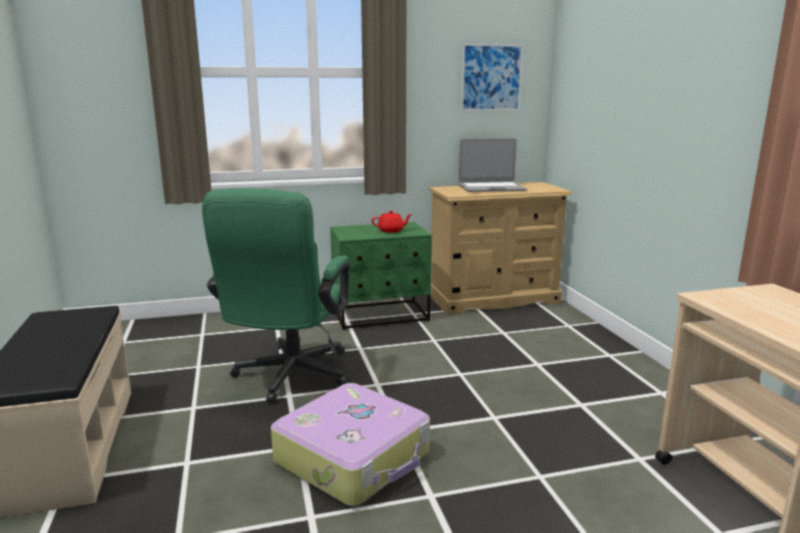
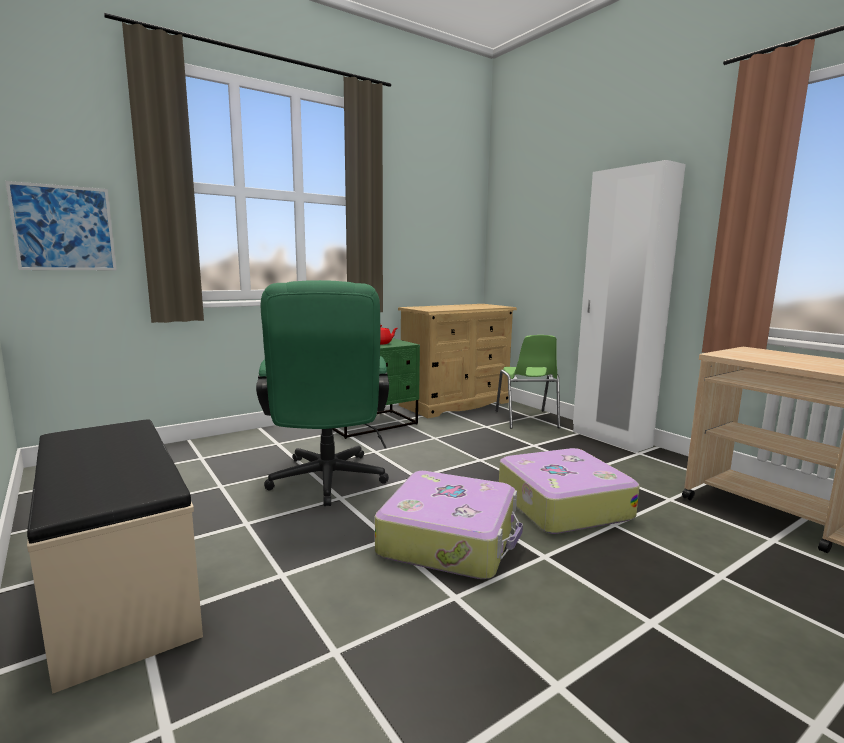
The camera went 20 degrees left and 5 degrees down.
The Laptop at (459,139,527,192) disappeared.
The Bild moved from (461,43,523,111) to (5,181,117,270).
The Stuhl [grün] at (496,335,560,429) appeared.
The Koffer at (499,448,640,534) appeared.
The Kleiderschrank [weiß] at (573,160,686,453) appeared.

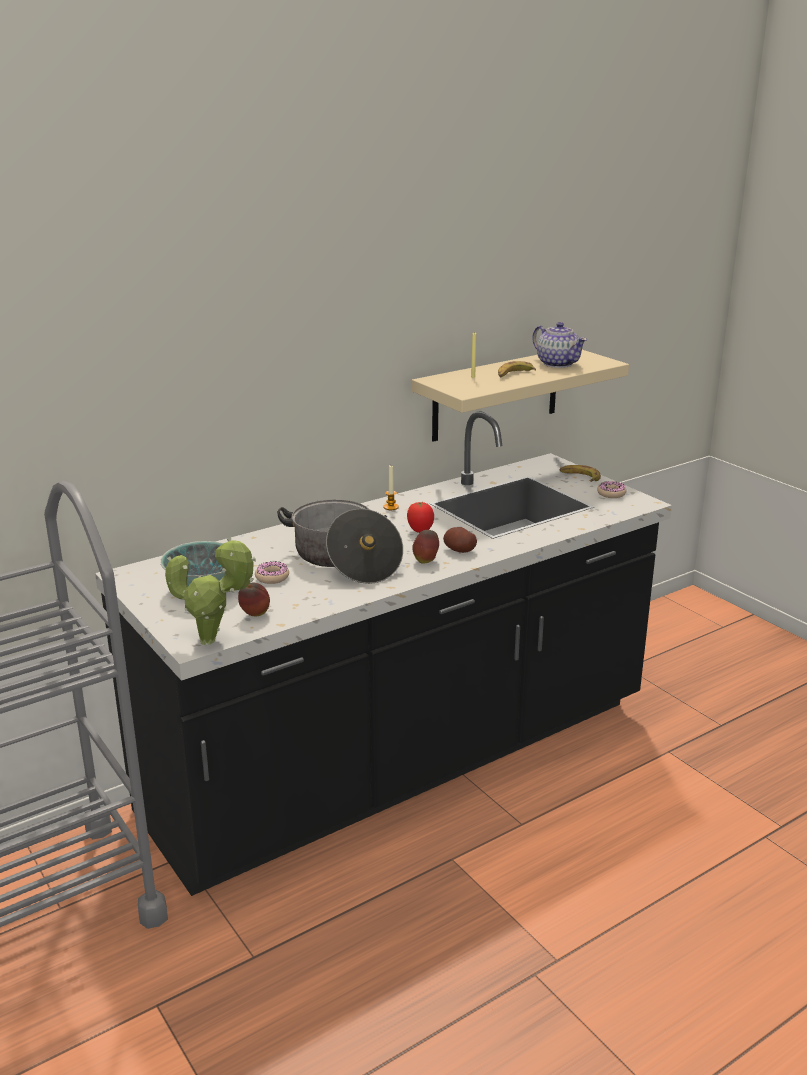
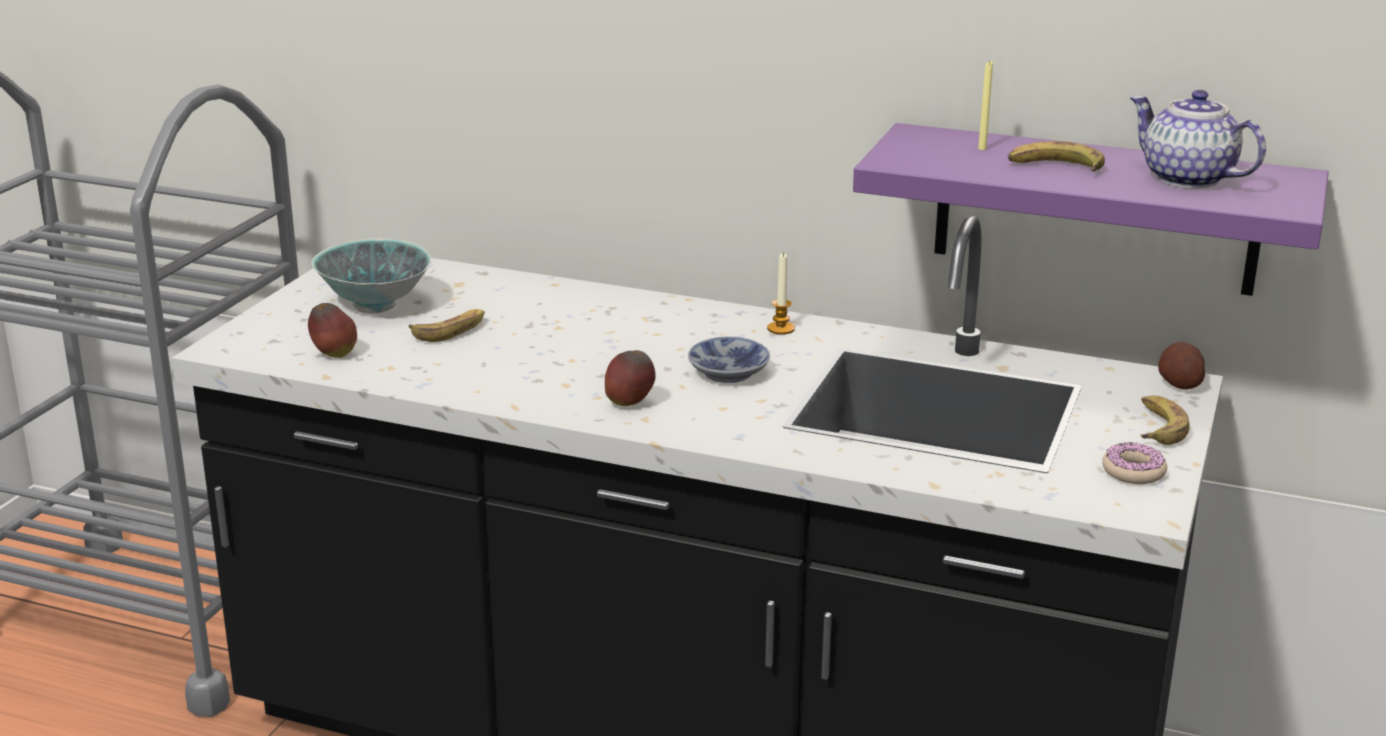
The camera went 55 degrees right and 0 degrees up.
The Topfpflanze at (165,537,256,646) disappeared.
The Donut at (255,561,289,584) was replaced by the Banane at (409,309,485,342).
The Kochtopf at (277,499,403,584) disappeared.
The Tomate at (407,501,434,533) was replaced by the Schüssel at (688,337,770,383).
The Wandregal [beige] at (412,350,629,442) became the Wandregal [lila] at (853,123,1329,296).
The Kartoffel moved from (443,527,477,553) to (1158,342,1205,390).
The Teekanne at (532,322,587,368) turned 120 degrees clockwise.

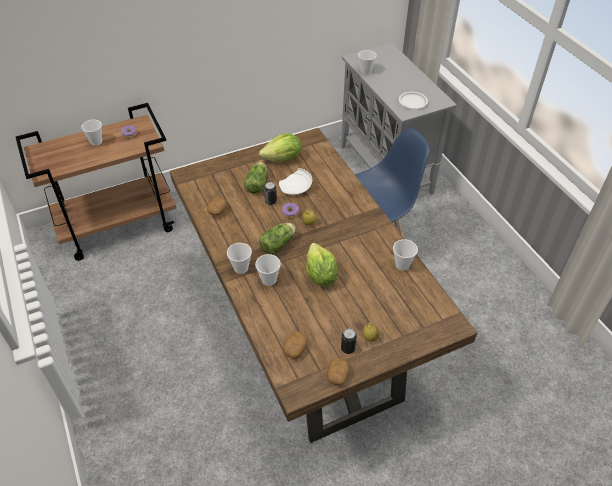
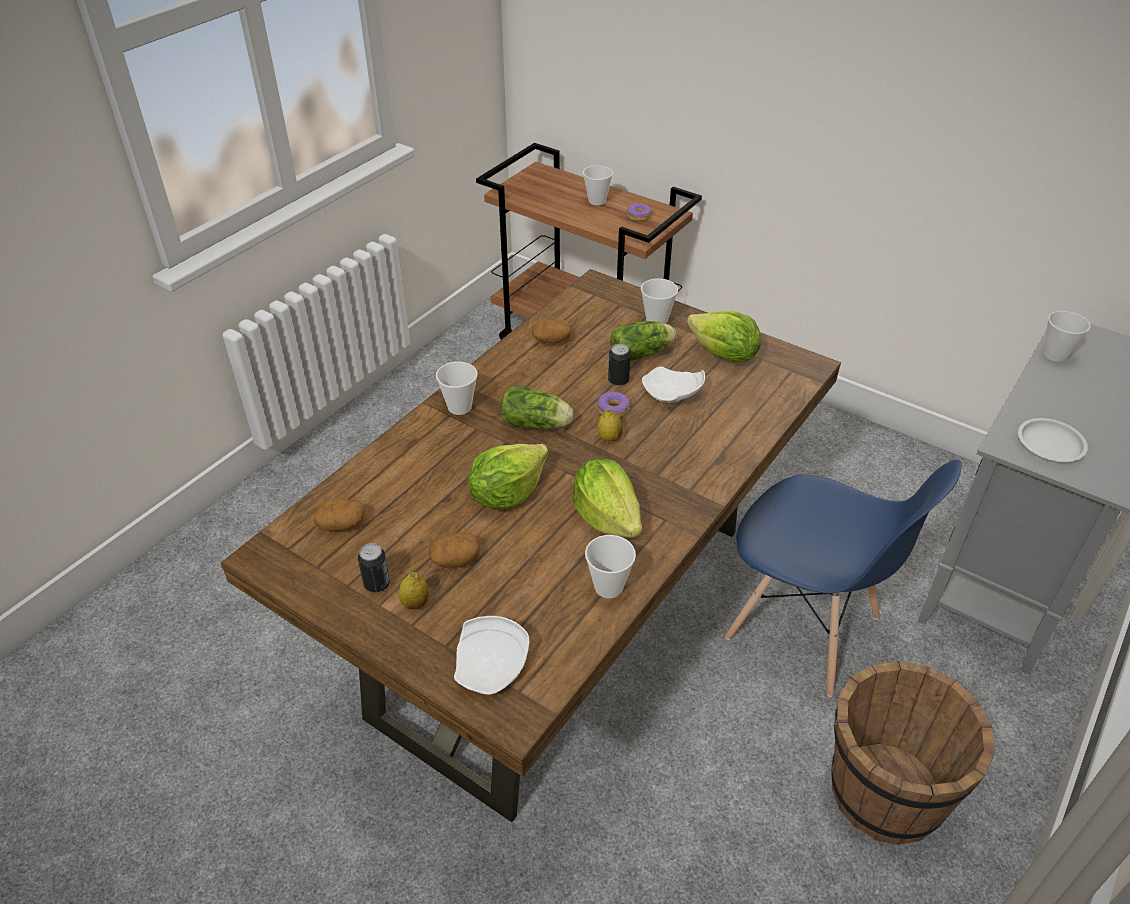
The camera went 60 degrees right and 5 degrees down.
The Tasse moved from (255,254,281,286) to (641,278,678,324).
The Kartoffel moved from (327,357,350,385) to (429,533,480,568).
The Teller [weiß] at (454,616,529,695) appeared.
The Salatkopf at (573,459,642,538) appeared.
The Eimer [braun] at (831,661,995,845) appeared.

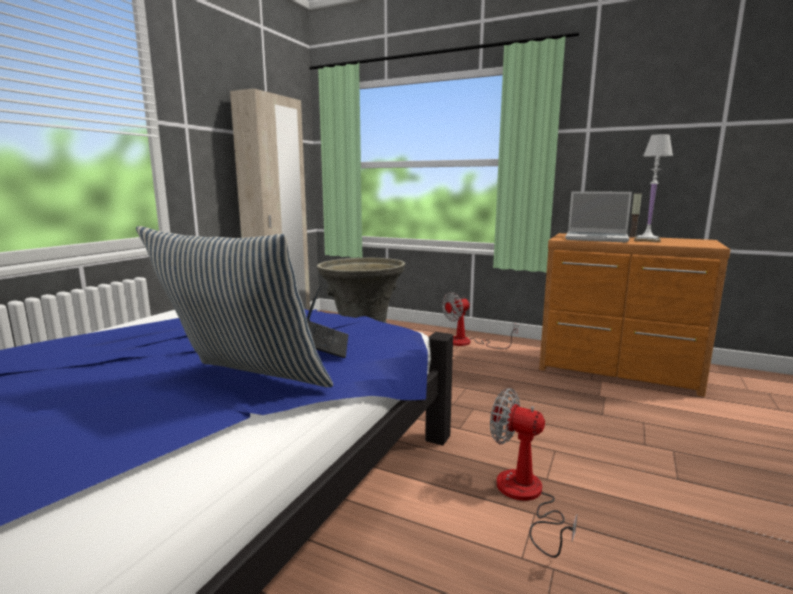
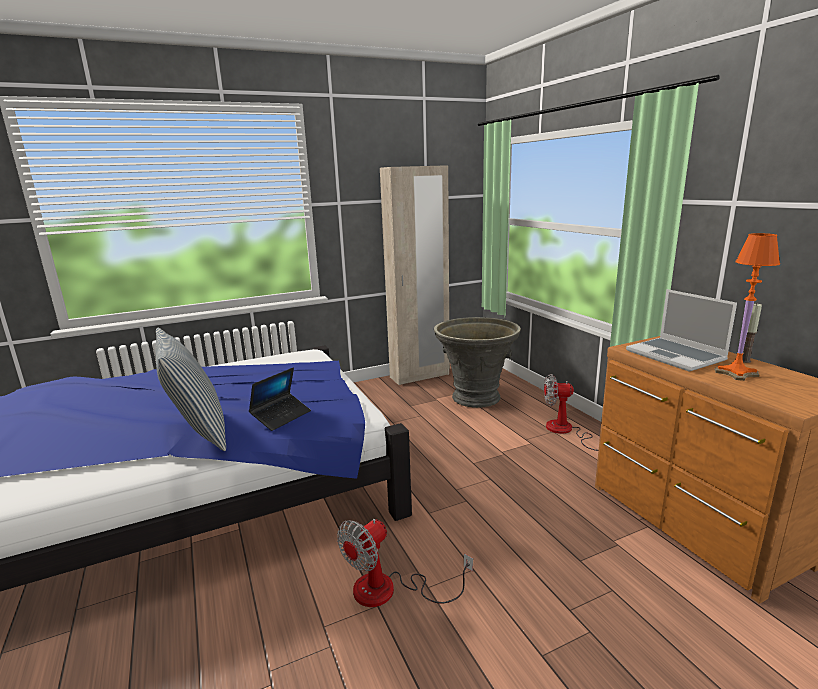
The camera went 40 degrees right and 5 degrees up.
The Ventilator at (490,388,577,558) turned 120 degrees counterclockwise.
The Tischlampe [weiß] at (634,134,673,242) became the Tischlampe [orange] at (715,233,780,381).

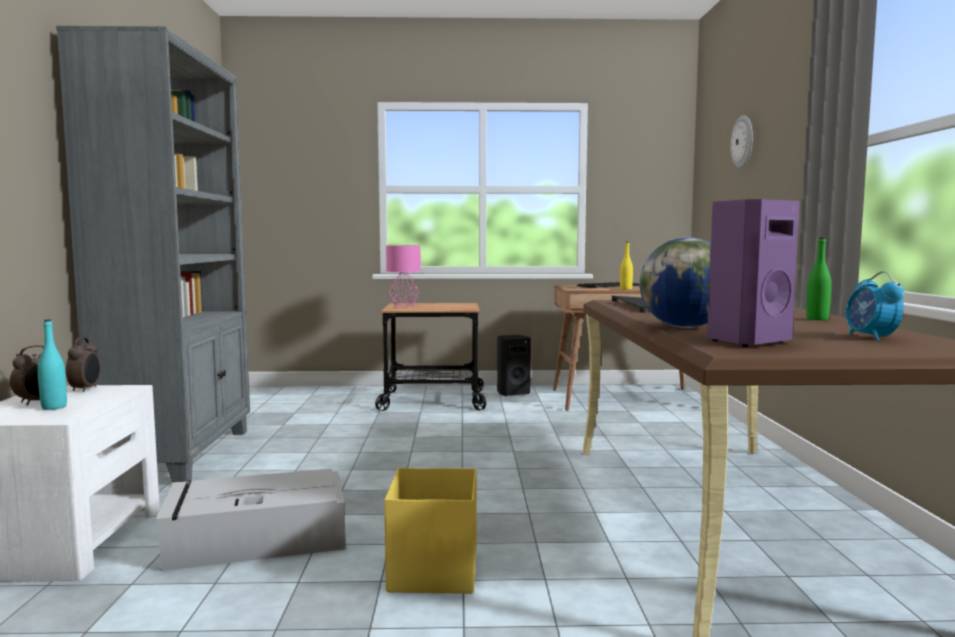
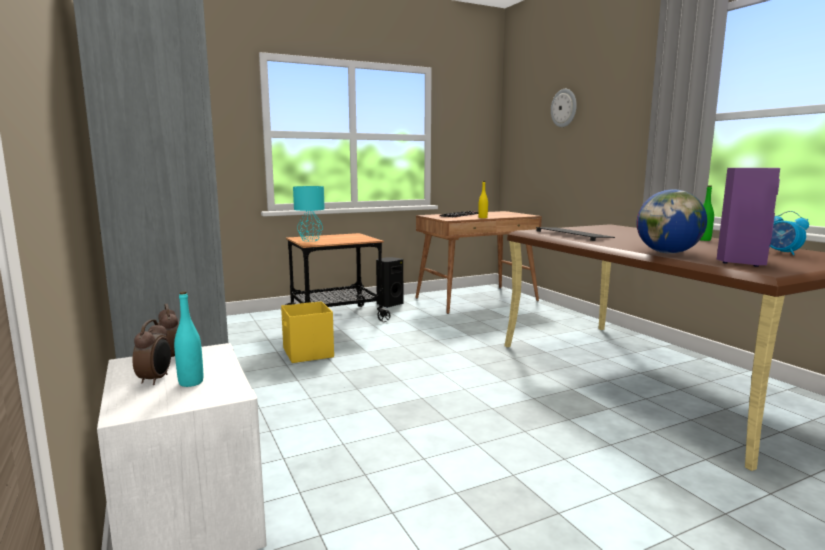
The camera went 25 degrees left and 5 degrees up.
The Aufbewahrungsbox [grau] at (156,469,345,571) disappeared.
The Aufbewahrungsbox [gelb] moved from (384,468,477,594) to (281,301,334,363).
The Tischlampe [rosa] at (386,245,421,307) became the Tischlampe [türkis] at (293,186,325,242).

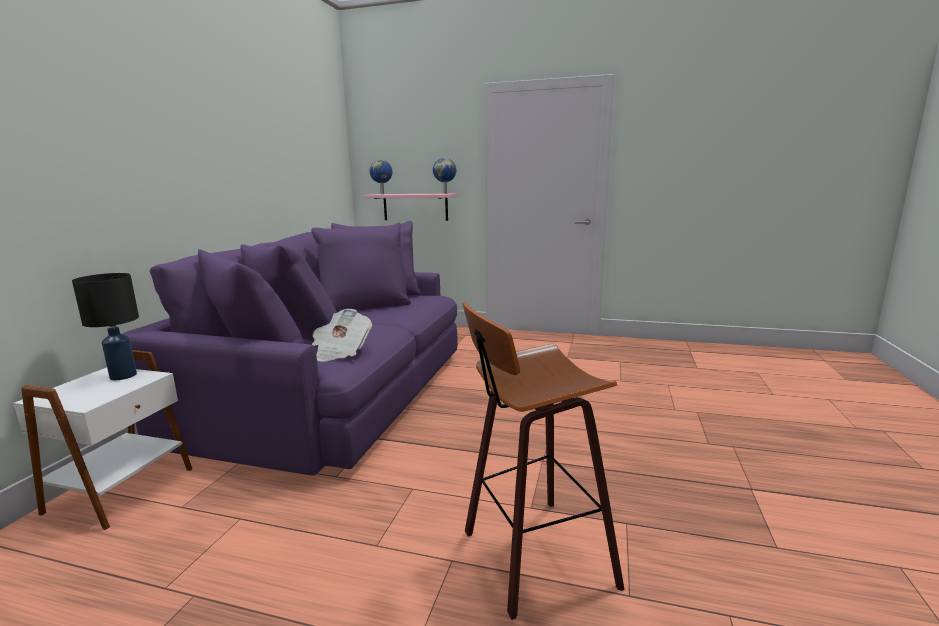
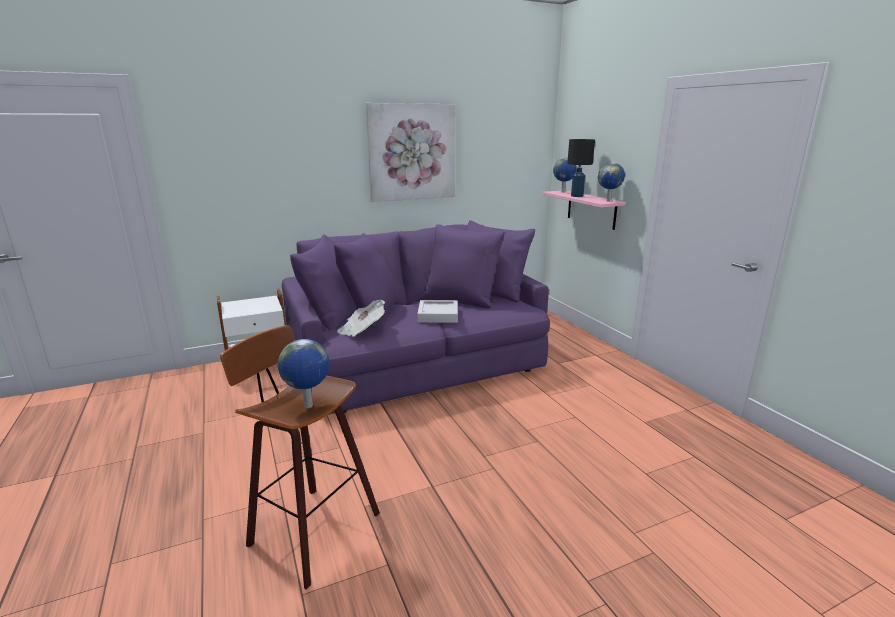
The camera went 50 degrees right and 5 degrees up.
The Tischlampe [schwarz] moved from (72,273,139,380) to (567,139,595,197).
The Globus at (277,339,330,408) appeared.
The Bild at (366,103,456,202) appeared.
The Tablett [grau] at (417,300,458,323) appeared.

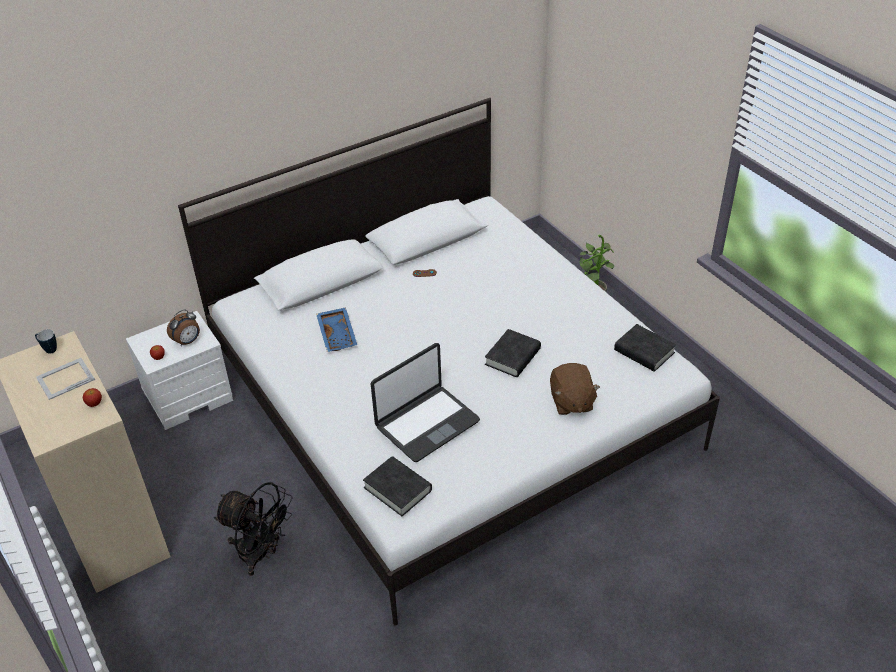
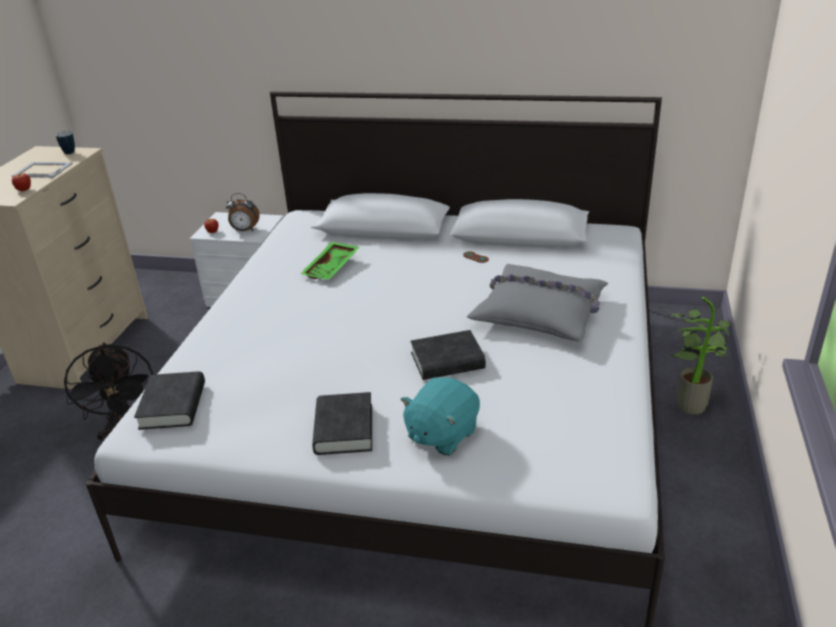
The camera went 45 degrees right and 10 degrees down.
The Tablett [blau] at (316,307,357,352) became the Tablett [grün] at (300,242,360,280).
The Laptop at (371,343,480,462) disappeared.
The Plüschtier [braun] at (550,363,600,415) became the Plüschtier [türkis] at (400,377,480,456).
The Buch [schwarz] moved from (614,324,676,372) to (312,392,372,455).
The Kissen [grau] at (467,264,608,342) appeared.

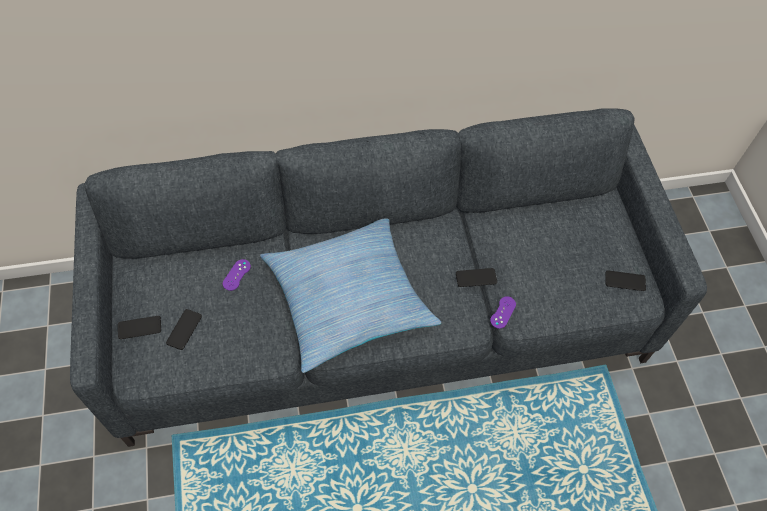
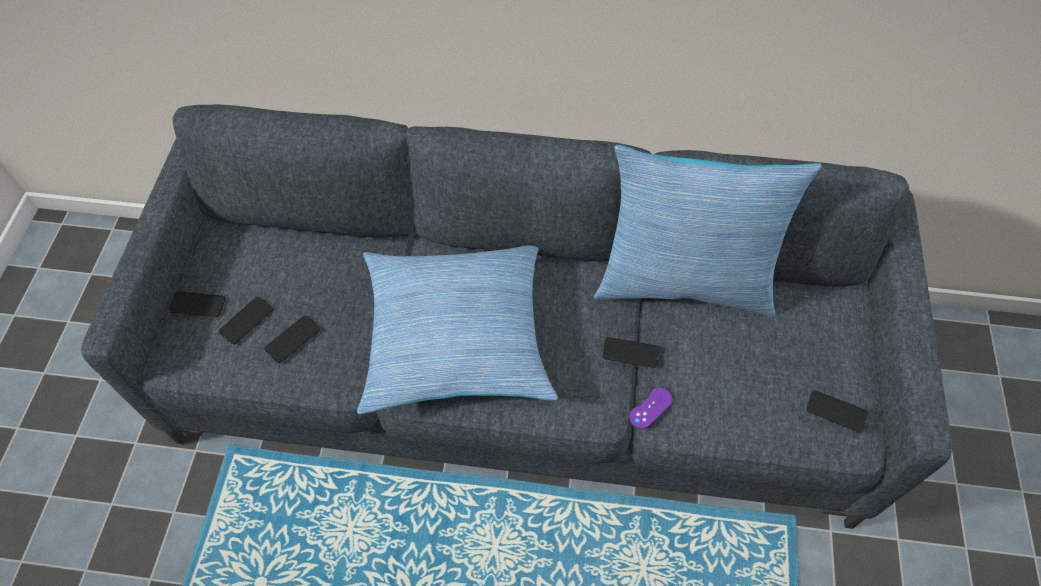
The camera went 20 degrees right and 0 degrees up.
The Gamepad [lila] at (223,259,251,291) disappeared.
The Handy at (264,315,320,363) appeared.
The Kissen at (594,145,822,317) appeared.

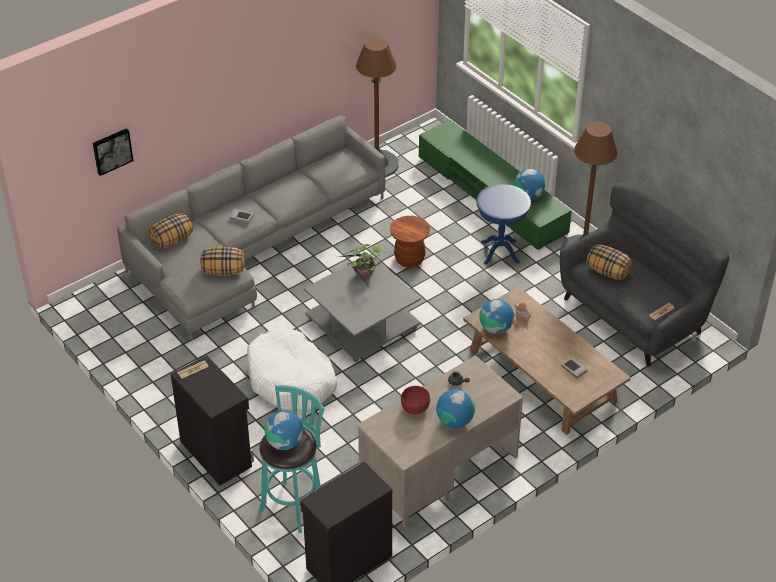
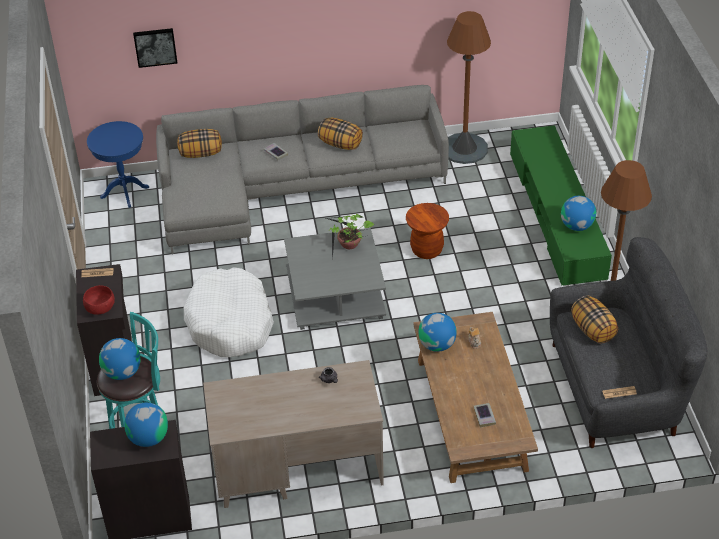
The camera went 30 degrees right and 0 degrees up.
The Kissen moved from (200,247,245,275) to (318,118,363,150).
The Schüssel [rot] moved from (401,386,430,415) to (83,285,115,315).
The Globus moved from (436,389,475,428) to (124,403,168,447).
The Beistelltisch [blau] moved from (477,184,531,265) to (87,121,149,208).

